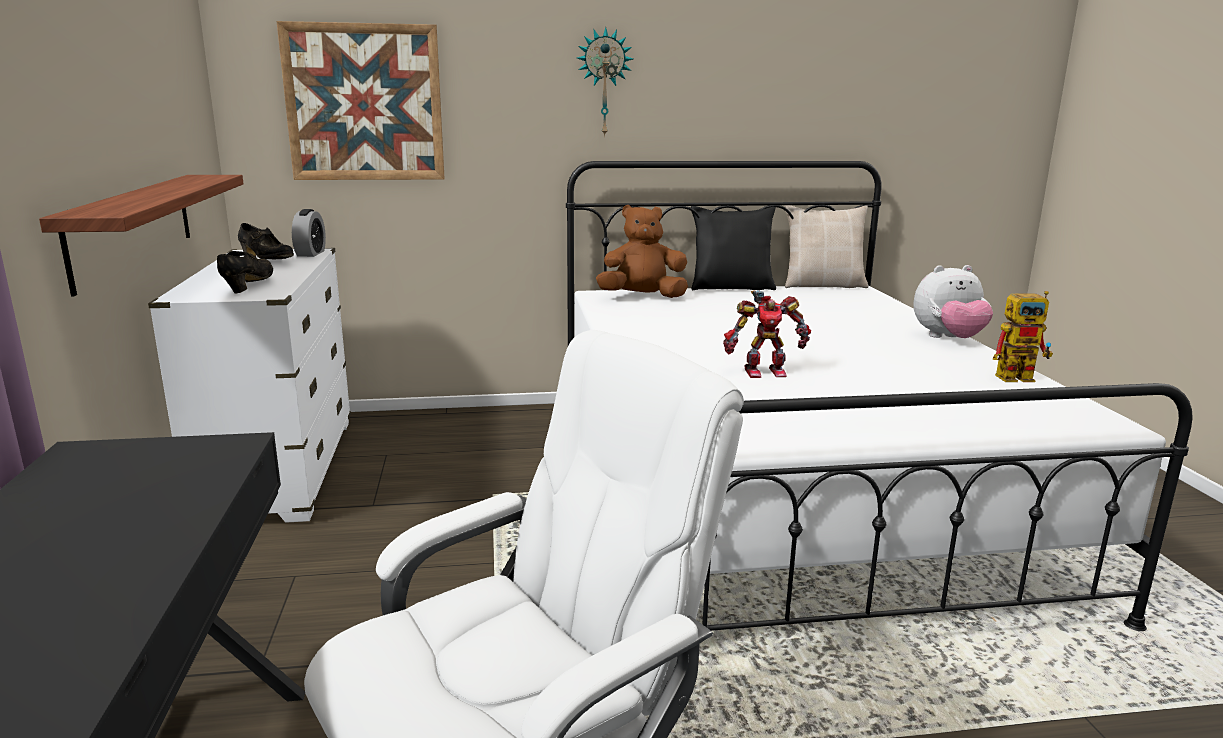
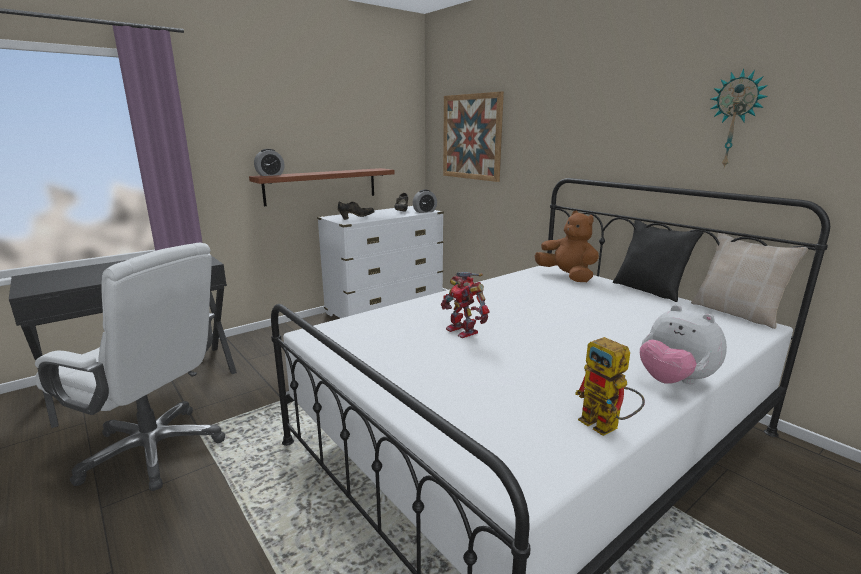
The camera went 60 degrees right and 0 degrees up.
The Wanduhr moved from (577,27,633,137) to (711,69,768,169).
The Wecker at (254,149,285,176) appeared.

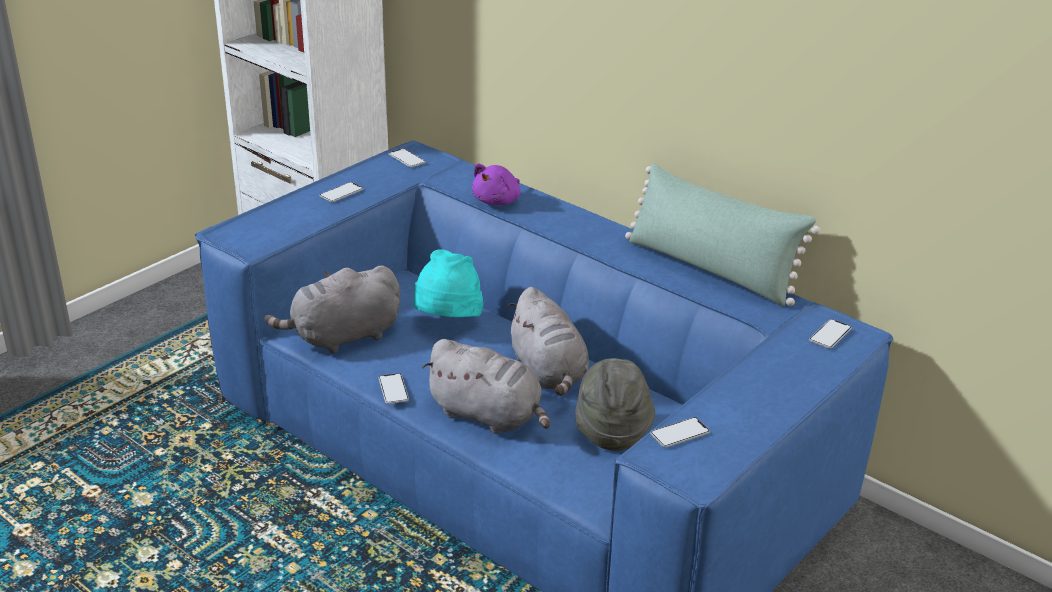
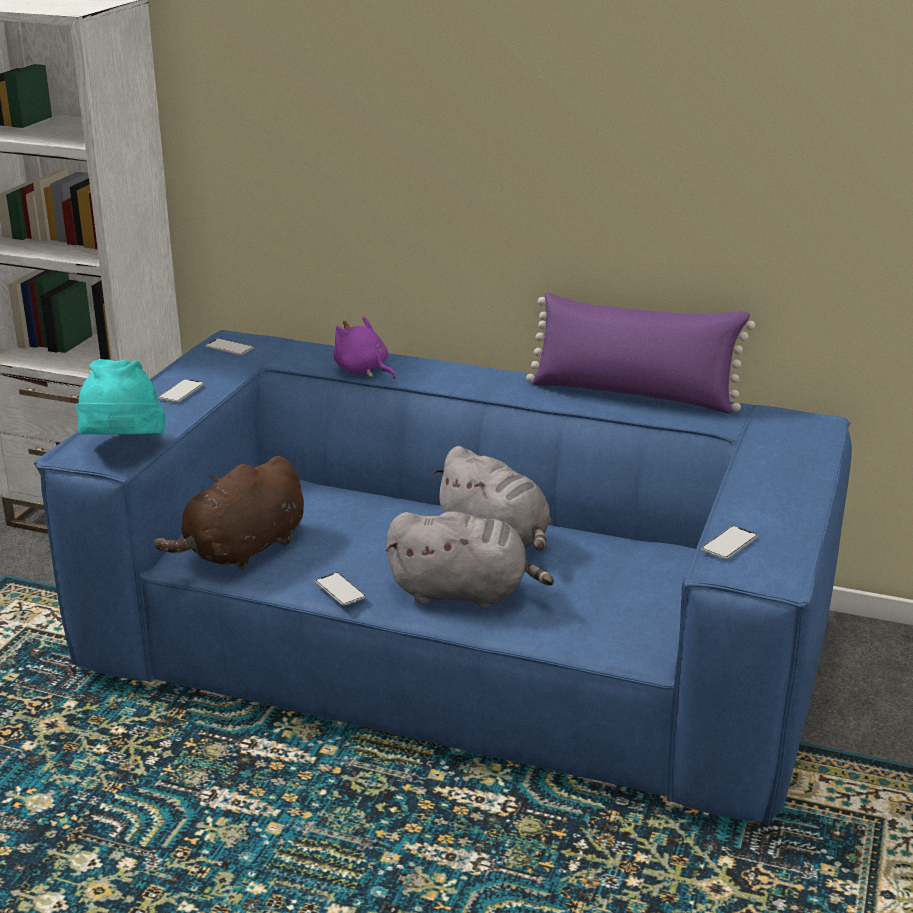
The camera went 20 degrees left and 5 degrees down.
The Plüschtier [grau] at (264,266,400,354) became the Plüschtier [braun] at (154,456,304,570).
The Hut [türkis] moved from (413,249,483,317) to (76,359,165,435).
The Plüschtier [lila] at (472,164,520,205) turned 120 degrees clockwise.
The Hut [grau] at (575,358,655,451) disappeared.
The Kissen [grün] at (625,163,820,307) became the Kissen [lila] at (526,292,755,414).
The Handy at (809,319,852,349) disappeared.

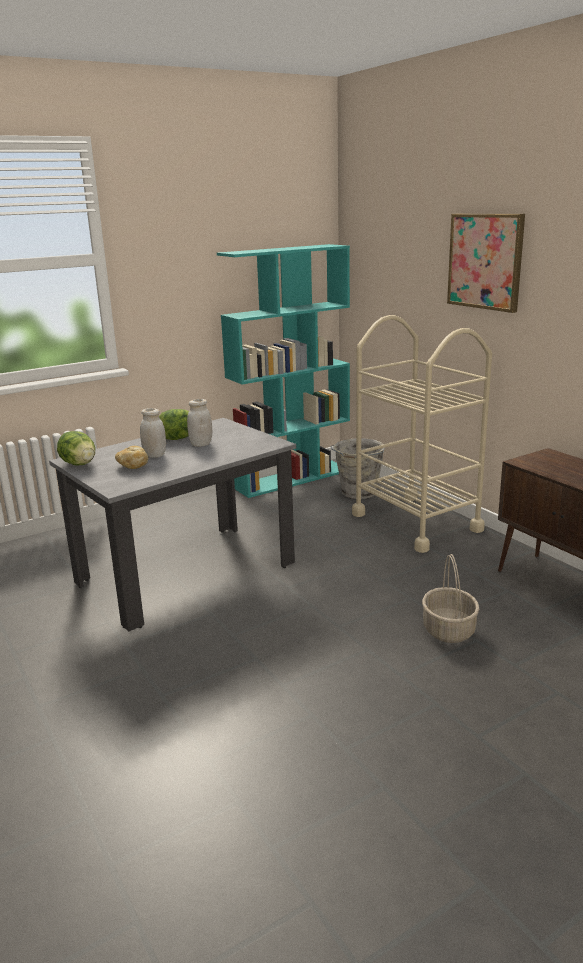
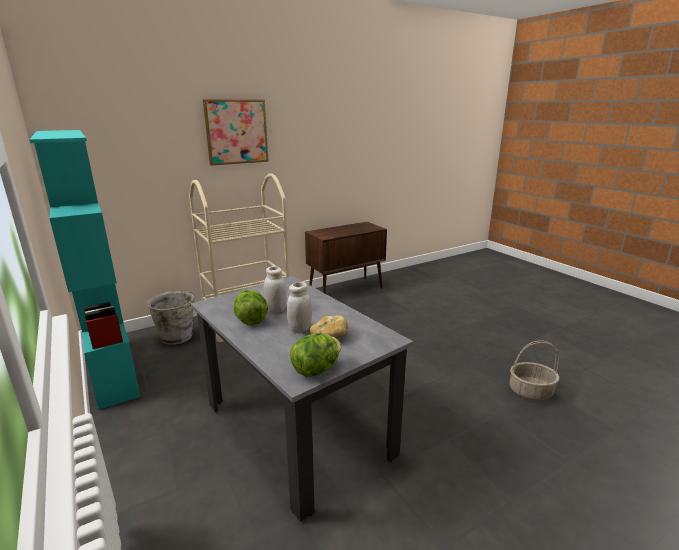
The camera went 90 degrees left and 0 degrees up.
The Korb moved from (422,554,479,643) to (510,341,559,401).

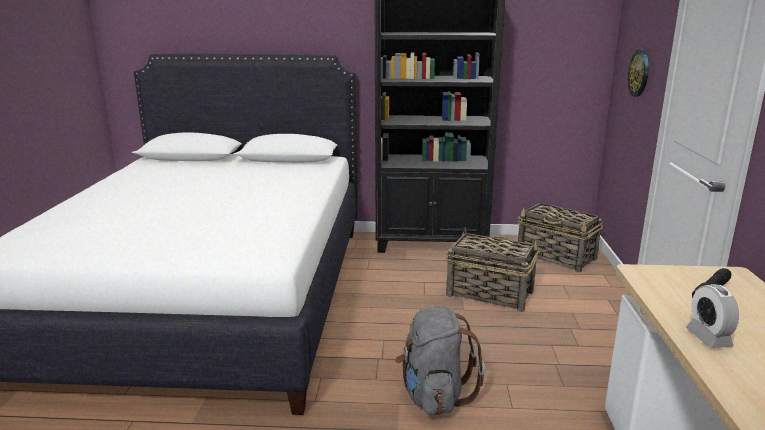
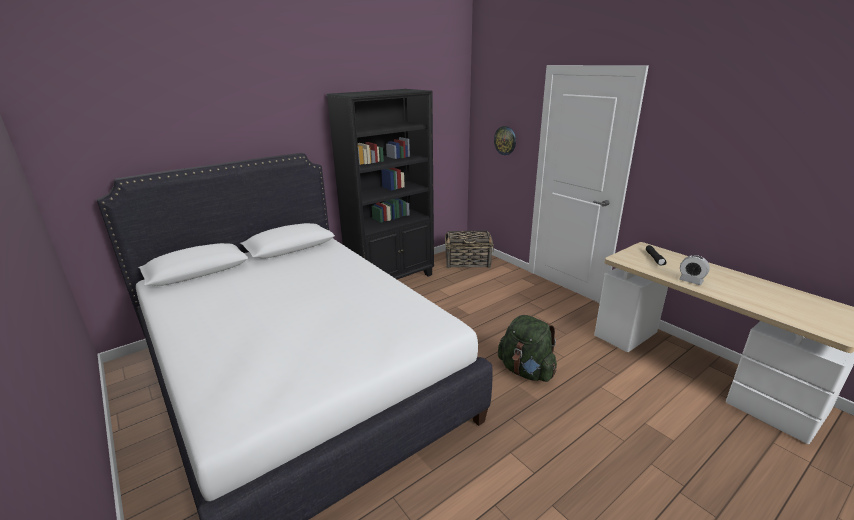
The camera went 40 degrees left and 5 degrees up.
The Rucksack [grau] at (395,306,485,415) became the Rucksack [grün] at (498,315,557,382).
The Korb at (446,228,539,312) disappeared.

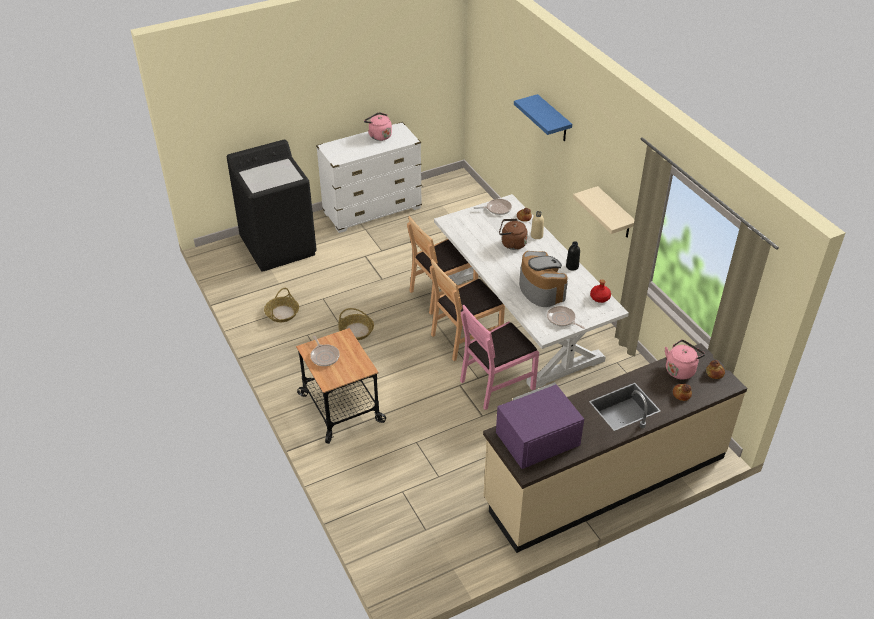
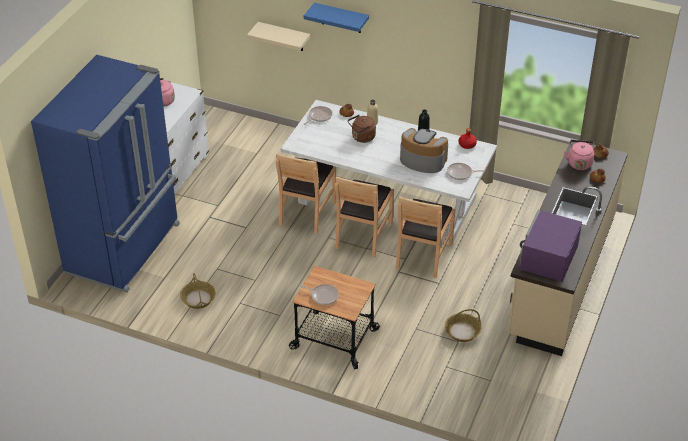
The camera went 40 degrees left and 0 degrees up.
The Waschmaschine [schwarz] at (226,140,317,272) was replaced by the Kühlschrank [blau] at (31,55,180,293).
The Korb moved from (338,308,374,340) to (445,309,481,342).
The Stuhl [rosa] at (460,305,539,410) became the Stuhl [braun] at (396,196,456,278).
The Wandregal [beige] moved from (573,186,635,238) to (247,22,310,51).

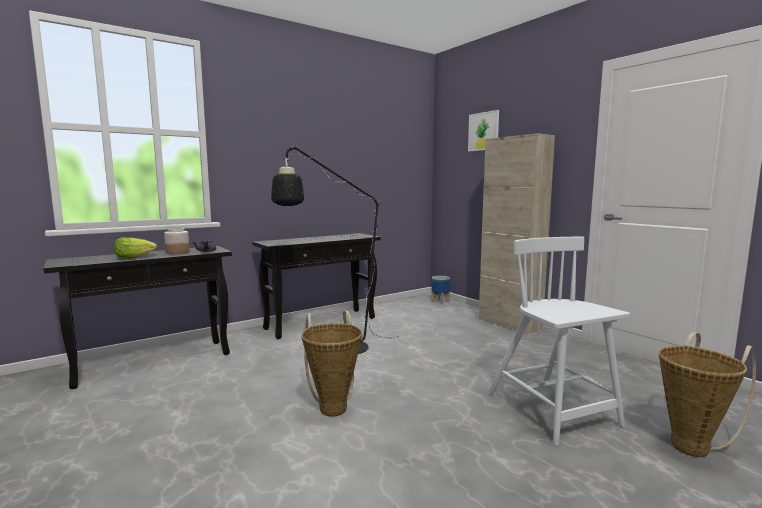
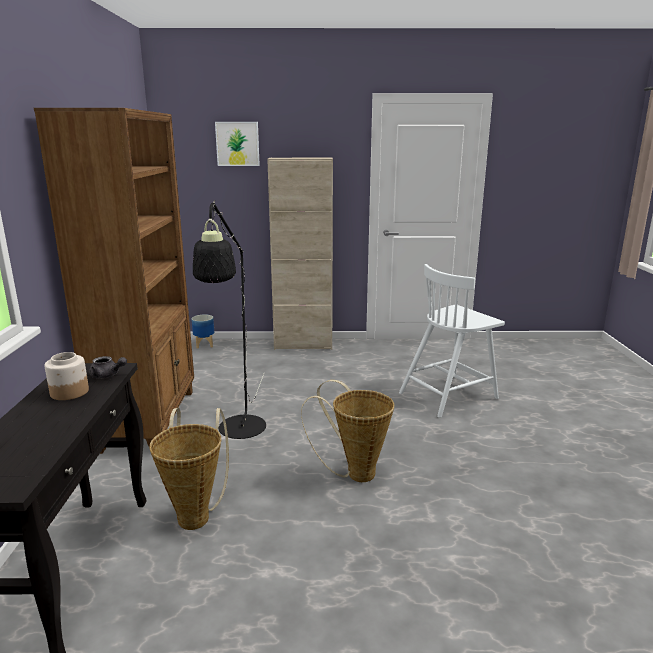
The camera went 55 degrees left and 10 degrees up.
The Salatkopf at (114,237,157,258) disappeared.
The Konsolentisch [schwarz] at (252,233,381,339) was replaced by the Bücherregal [braun] at (34,108,194,454).
The Stuhl [weiß] at (488,237,630,446) turned 45 degrees counterclockwise.
The Korb moved from (658,332,756,457) to (149,408,229,530).

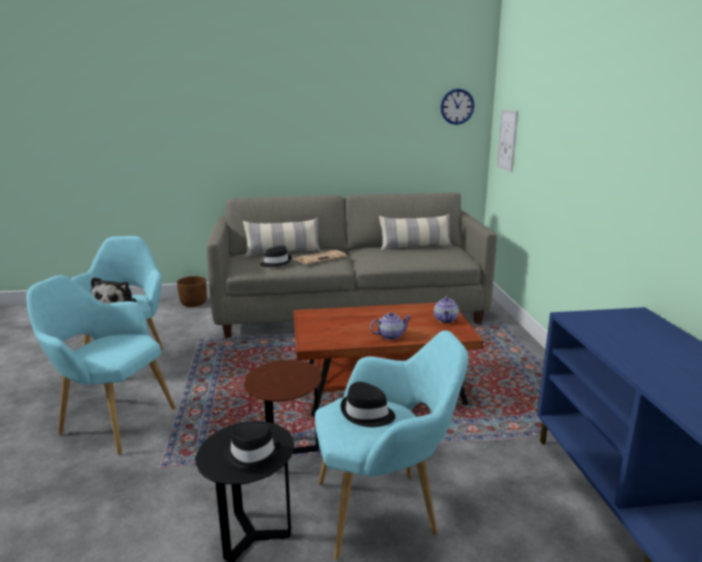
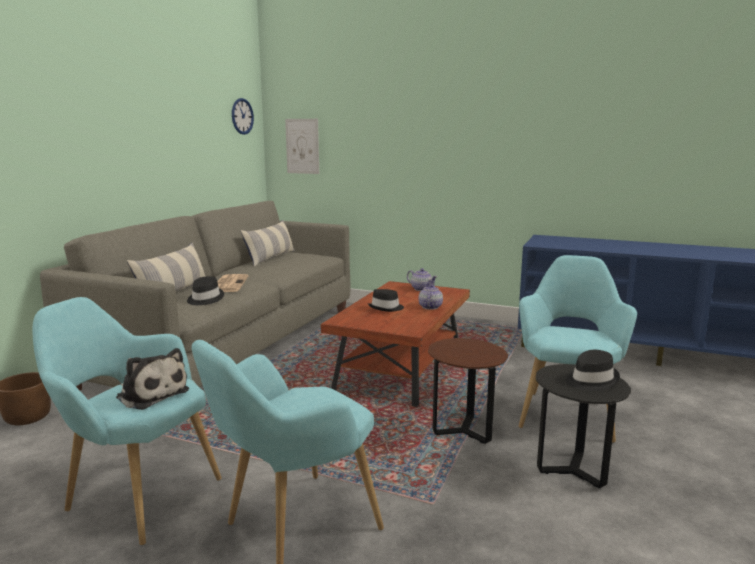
The camera went 60 degrees left and 5 degrees down.
The Hut [schwarz] moved from (340,382,396,427) to (368,289,404,312).

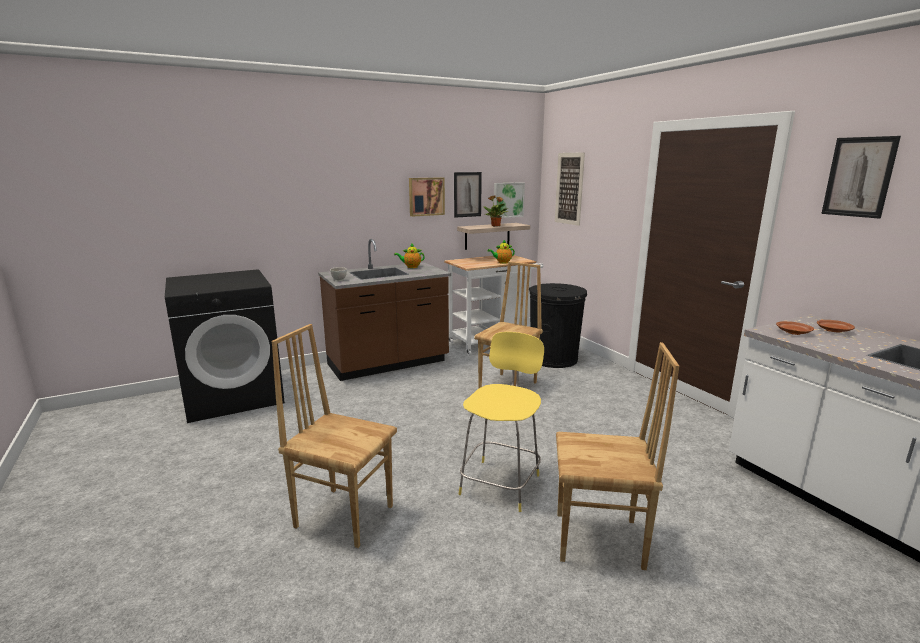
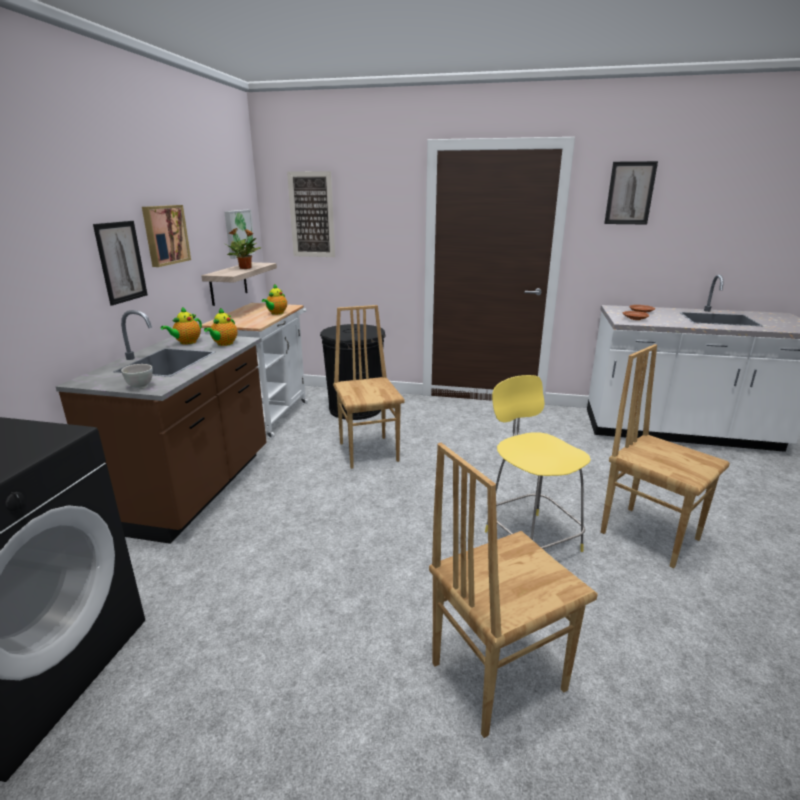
The camera went 50 degrees left and 5 degrees up.
The Bild moved from (454,172,482,218) to (93,221,148,305).
The Stuhl [braun] at (556,342,679,570) turned 90 degrees counterclockwise.
The Teekanne at (204,308,238,346) appeared.

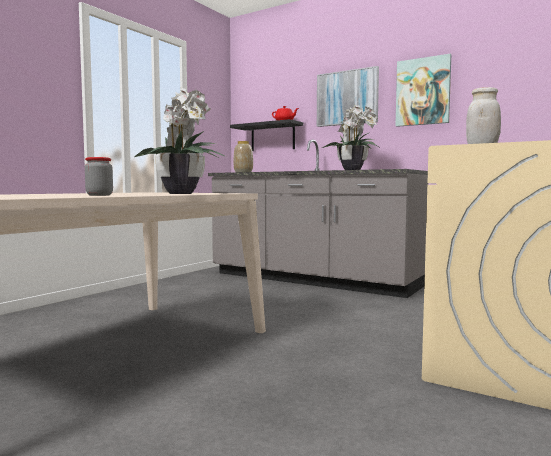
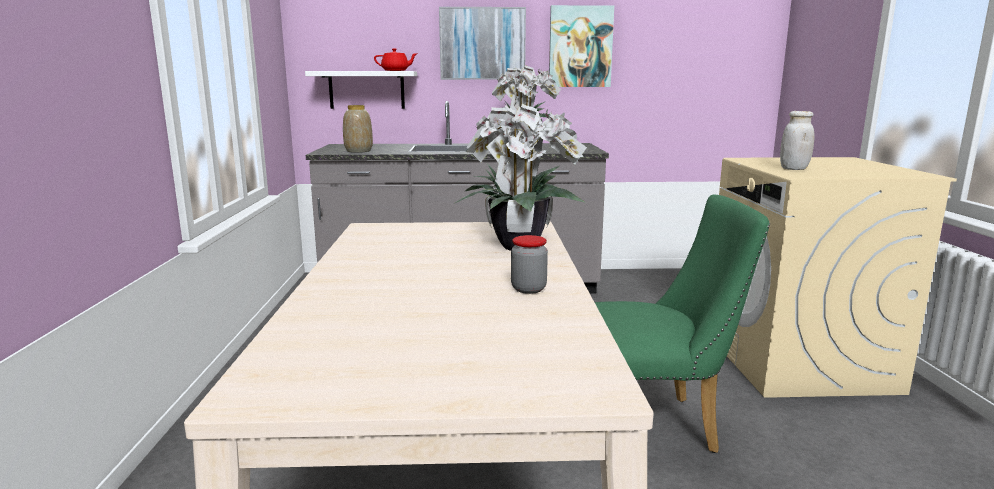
The camera went 35 degrees left and 10 degrees up.
The Wandregal [schwarz] at (230,119,303,151) became the Wandregal [weiß] at (305,71,417,109).
The Stuhl [grün] at (595,194,770,453) appeared.

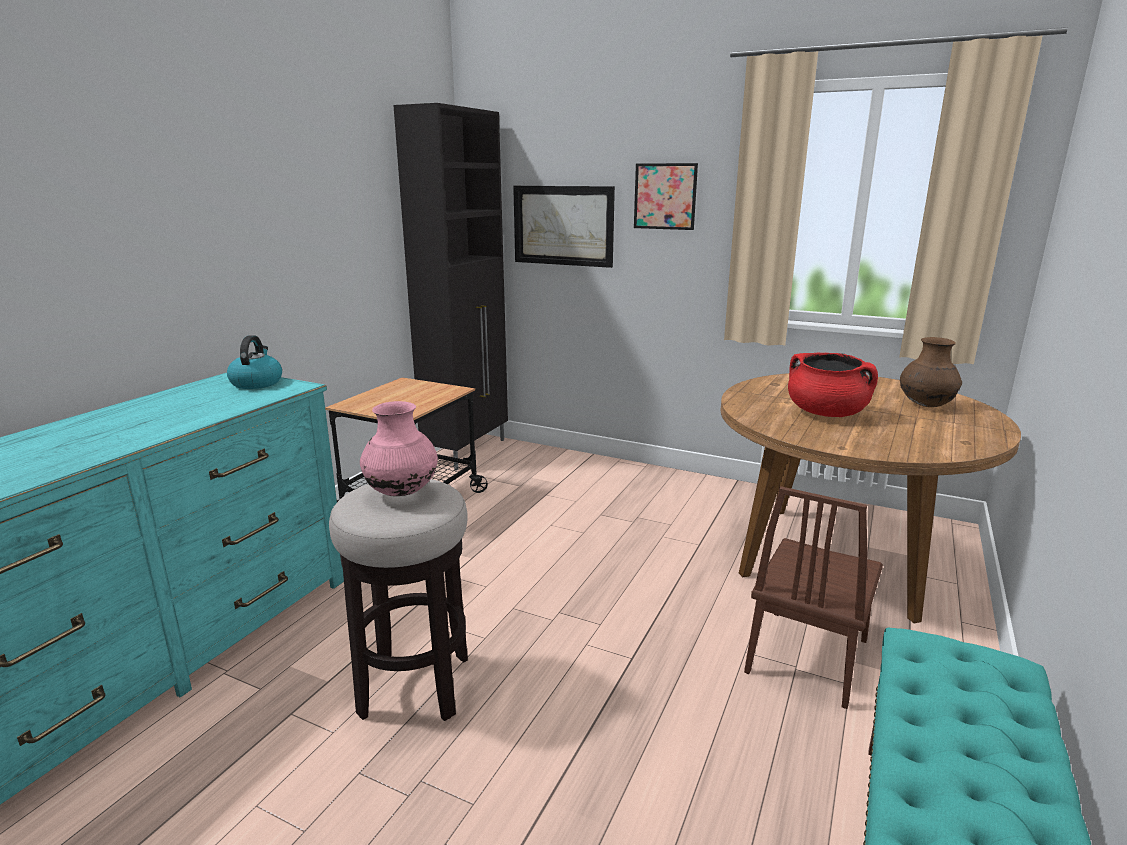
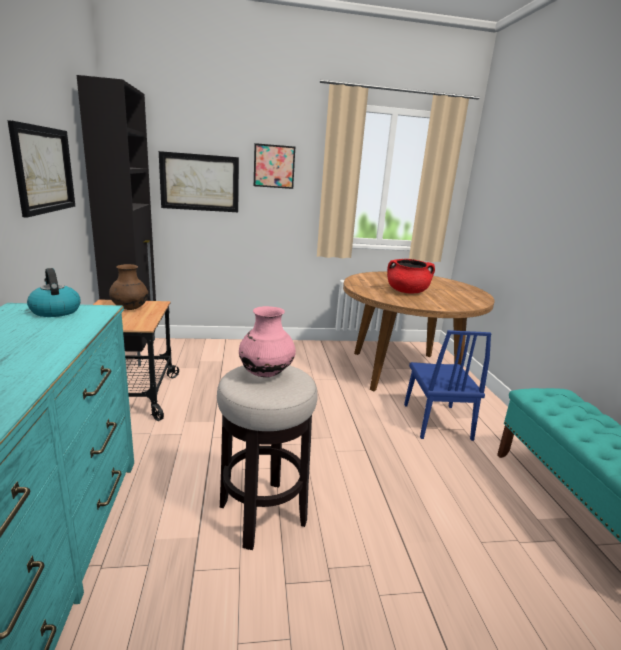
The camera went 35 degrees left and 0 degrees up.
The Stuhl [braun] at (744,486,883,709) became the Stuhl [blau] at (404,330,492,441).
The Vase [braun] moved from (900,337,962,407) to (109,264,148,310).
The Bild at (7,120,75,218) appeared.

